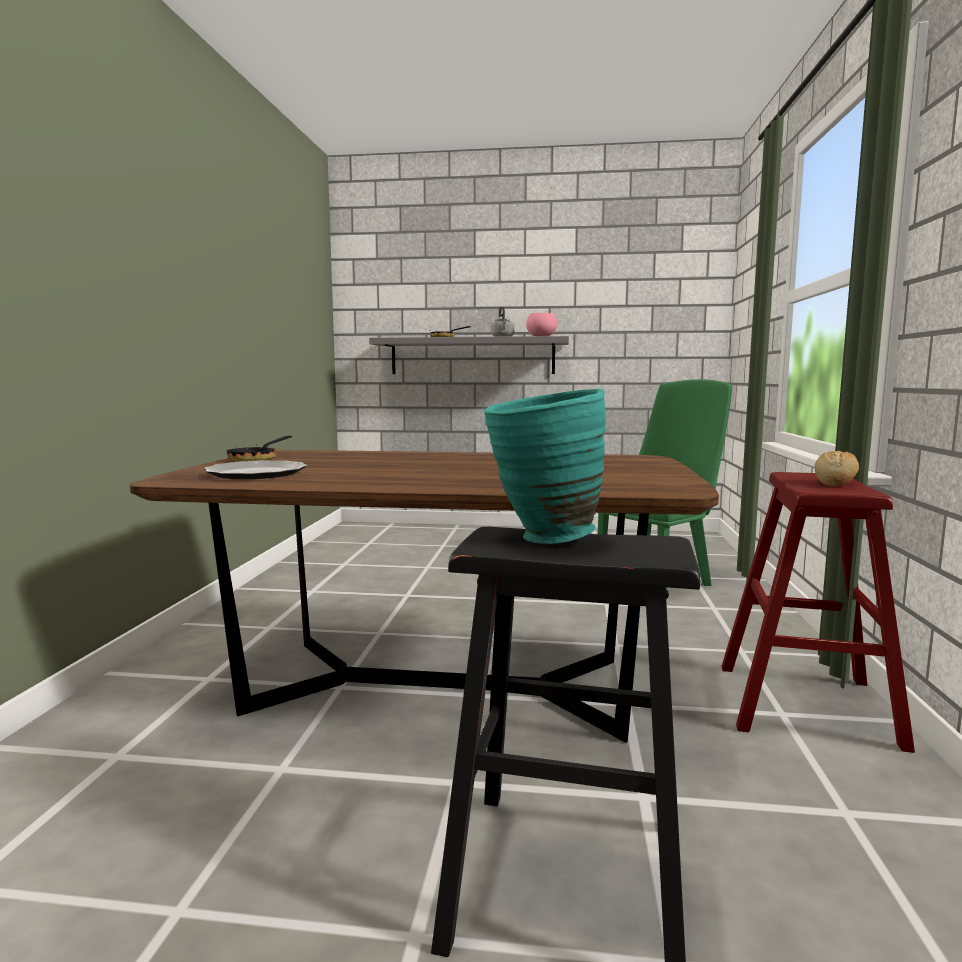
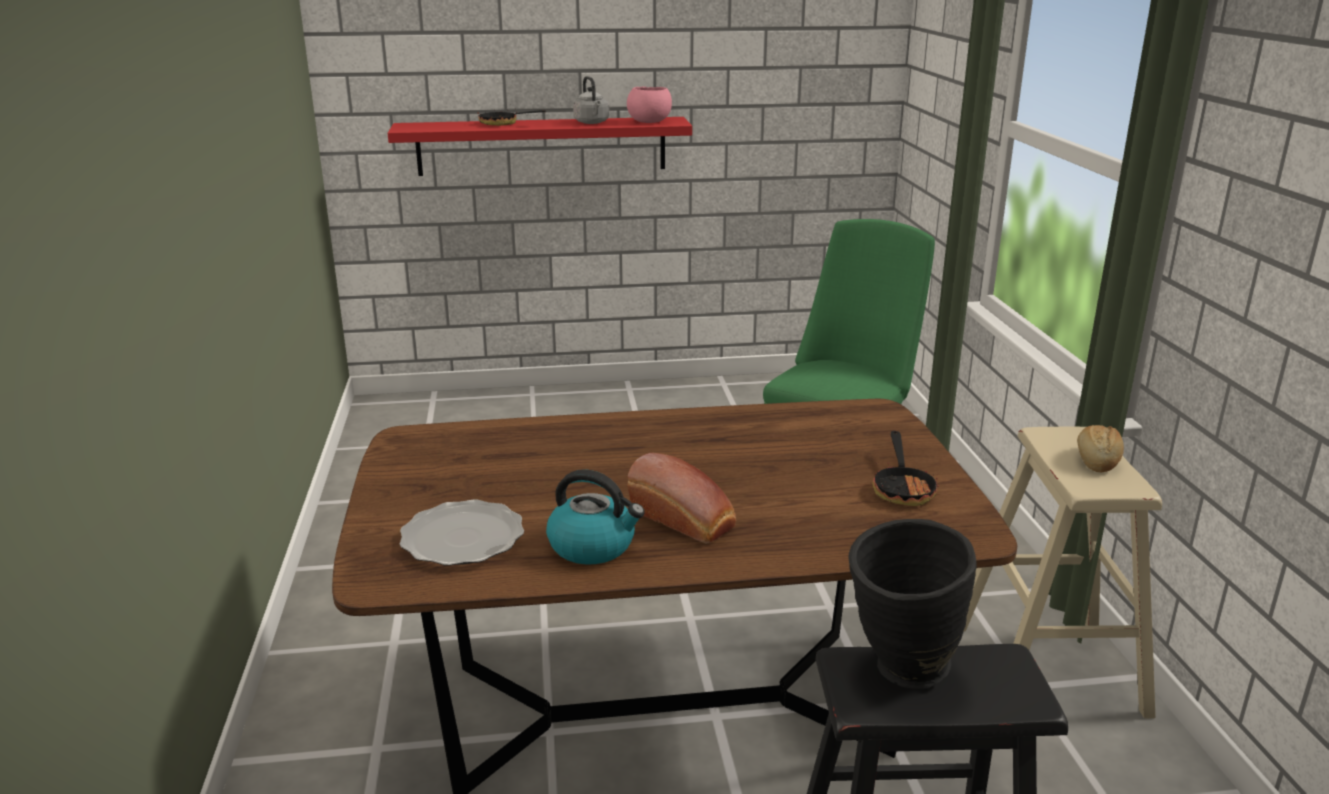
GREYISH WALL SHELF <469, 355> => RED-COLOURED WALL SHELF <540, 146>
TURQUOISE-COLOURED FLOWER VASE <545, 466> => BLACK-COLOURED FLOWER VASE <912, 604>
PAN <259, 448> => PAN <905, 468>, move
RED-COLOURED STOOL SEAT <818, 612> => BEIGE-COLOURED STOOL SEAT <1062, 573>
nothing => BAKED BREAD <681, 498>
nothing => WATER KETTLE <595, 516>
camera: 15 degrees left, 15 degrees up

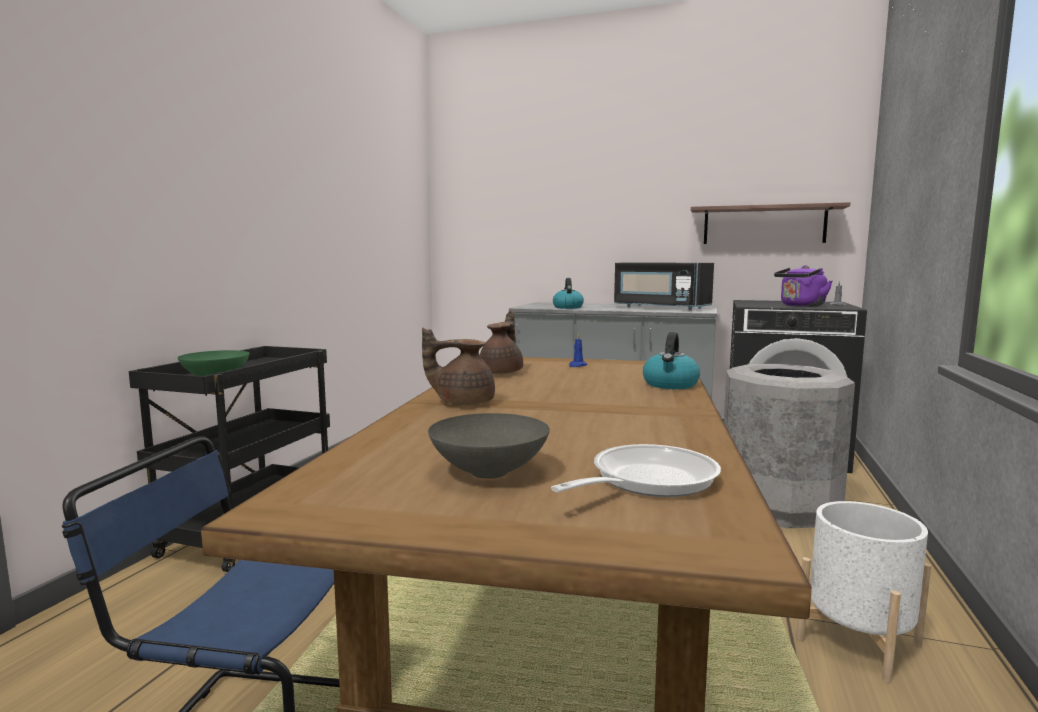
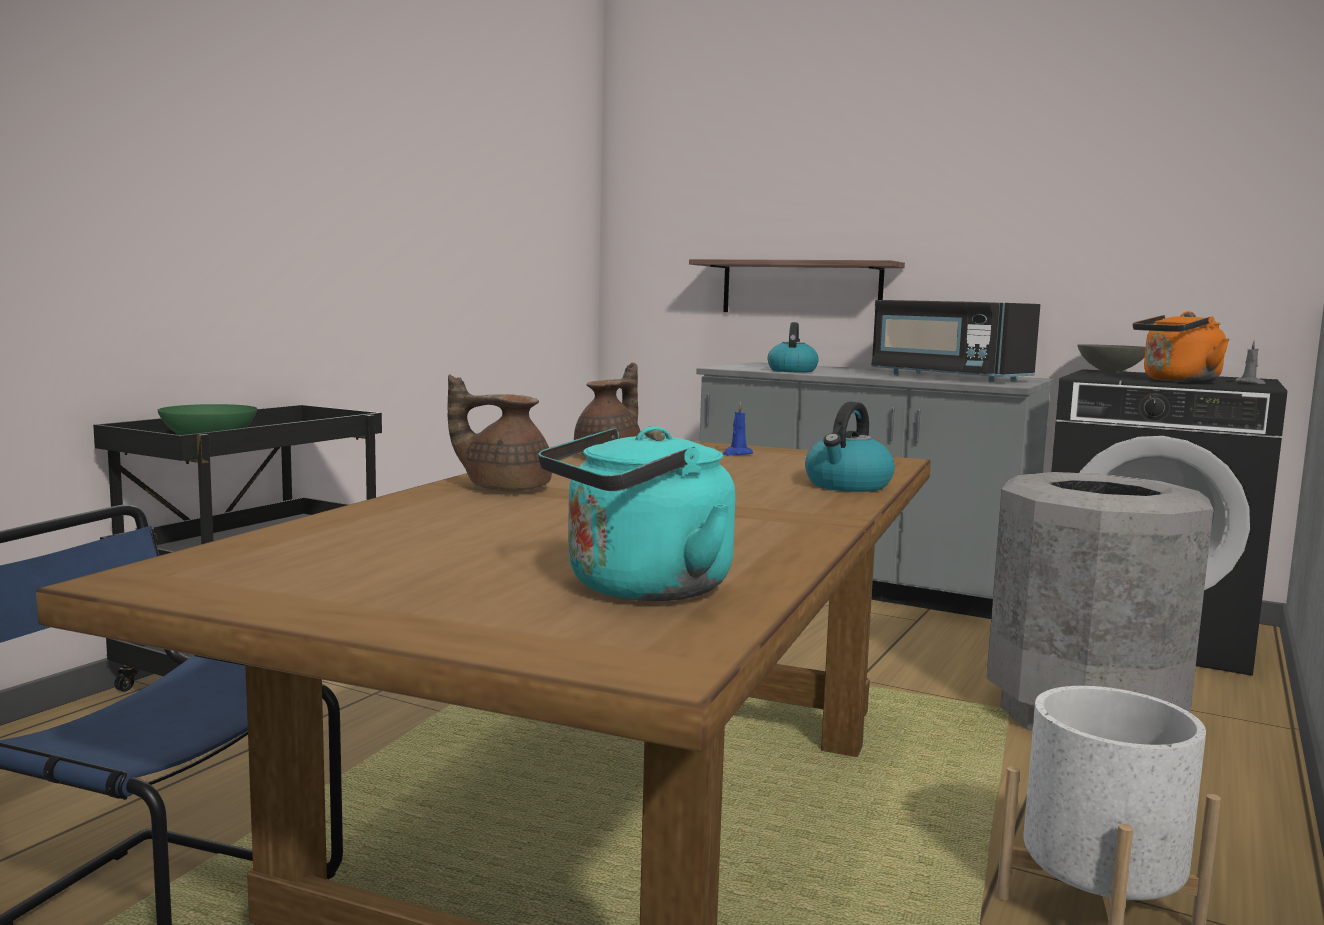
WALL SHELF <770, 223> => WALL SHELF <797, 285>, move
PURPLE-COLOURED WATER KETTLE <803, 286> => ORANGE-COLOURED WATER KETTLE <1181, 347>
GREYISH BOWL <489, 446> => GREYISH BOWL <1112, 358>, move
PAN <636, 470> => TURQUOISE-COLOURED WATER KETTLE <636, 513>
camera: 10 degrees right, 0 degrees up

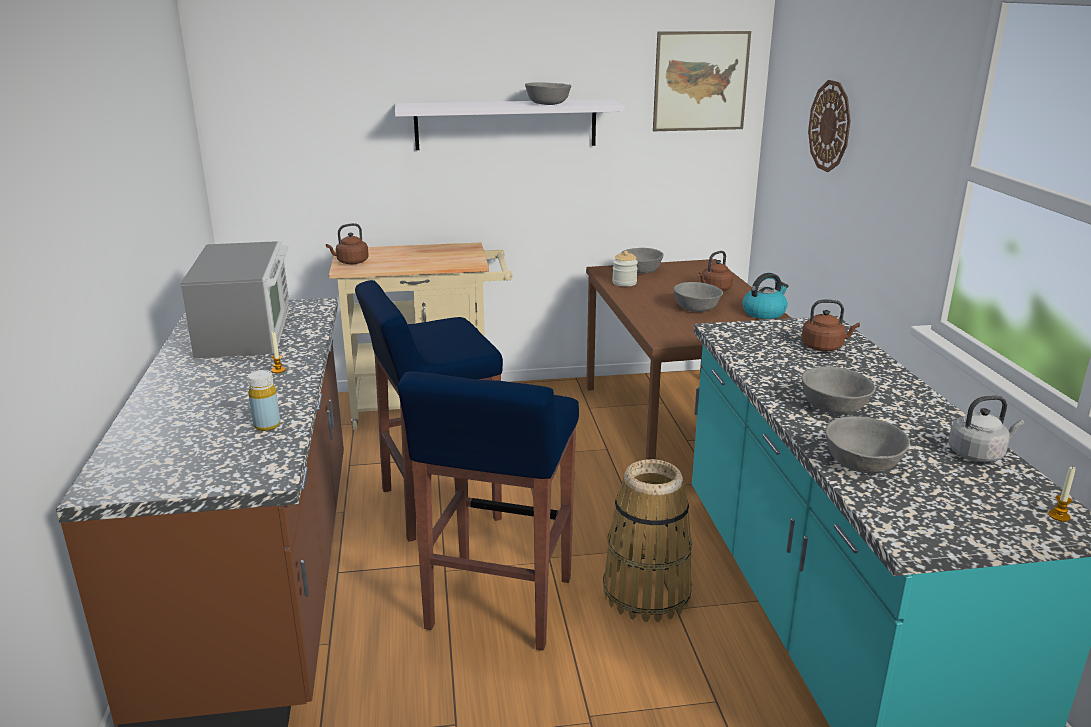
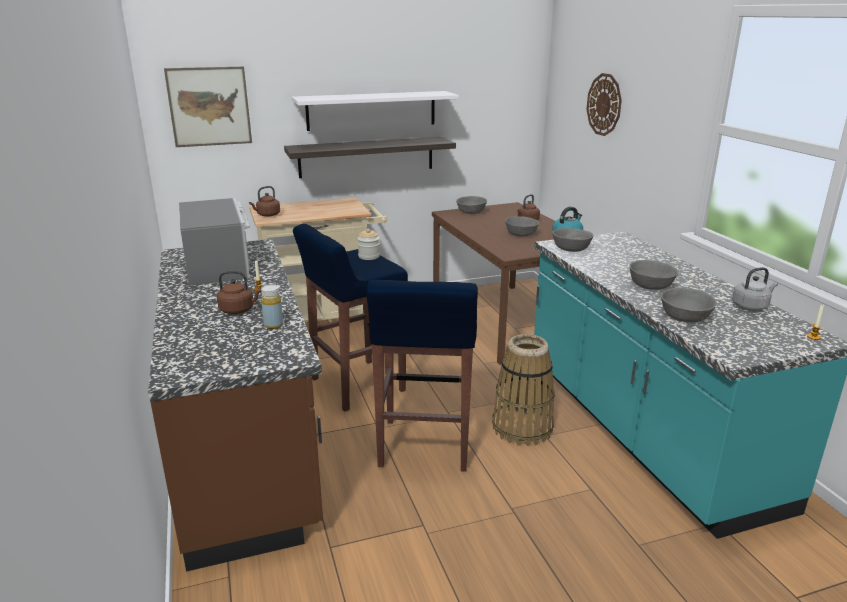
WALL PICTURE <702, 81> => WALL PICTURE <208, 107>, move
GREYISH BOWL <548, 93> => GREYISH BOWL <573, 240>, move
PRESERVE JAR <625, 269> => PRESERVE JAR <369, 244>, move
BROWNISH WATER KETTLE <830, 325> => BROWNISH WATER KETTLE <239, 292>, move
nothing => WALL SHELF <370, 157>
camera: 10 degrees left, 0 degrees up

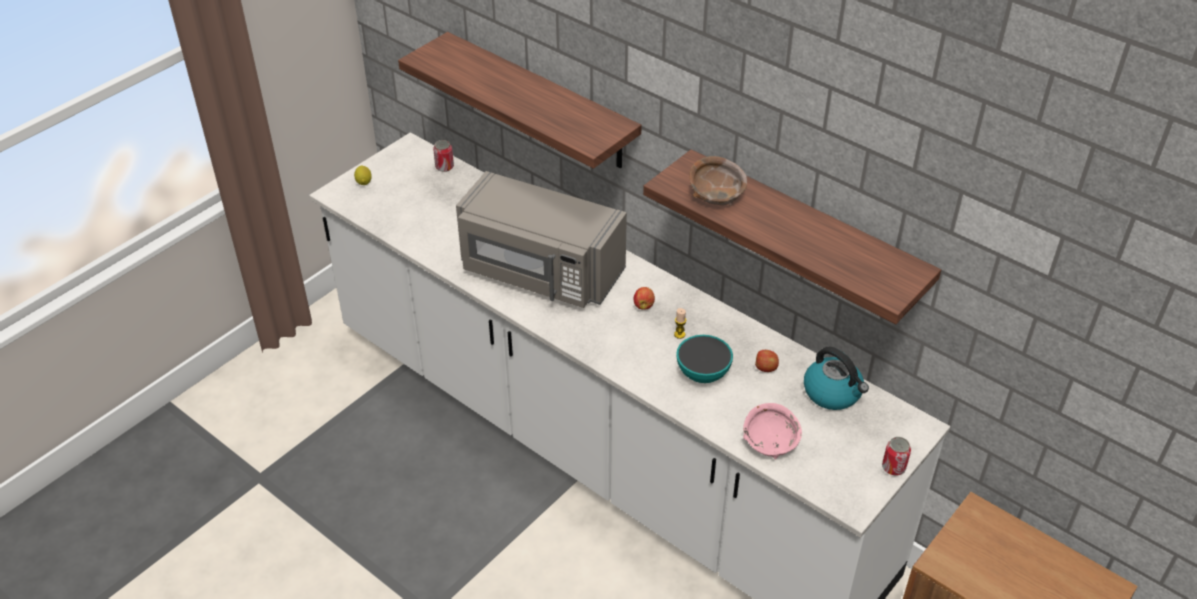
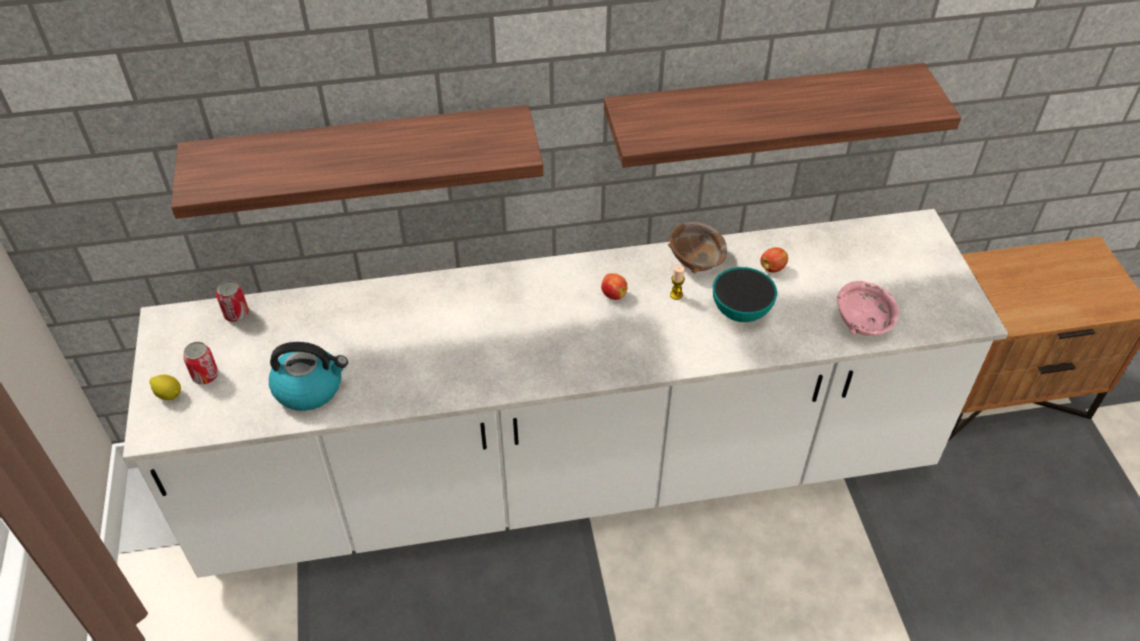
BROWNISH BOWL <718, 181> => BROWNISH BOWL <697, 247>, move
GREYISH MICROWAVE OVEN <541, 239> => nothing
WATER KETTLE <836, 378> => WATER KETTLE <308, 376>, move
METAL CAN <896, 456> => METAL CAN <200, 363>, move
camera: 50 degrees left, 5 degrees up

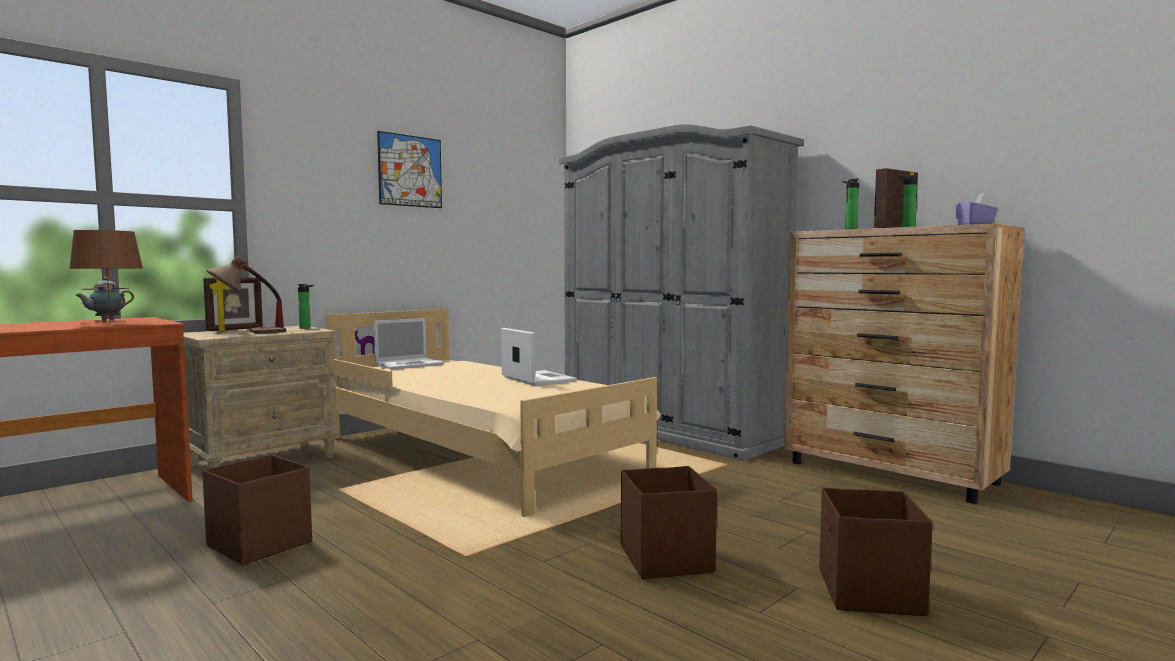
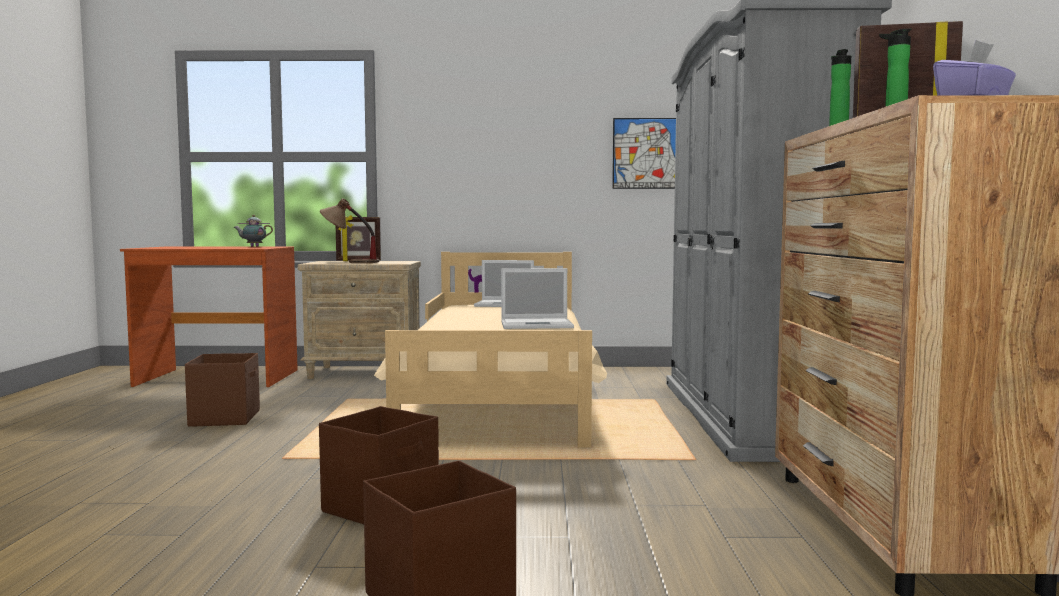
WALL PICTURE <409, 169> => WALL PICTURE <644, 153>, move
BROWNISH TABLE LAMP <106, 277> => nothing
DRINK BOTTLE <306, 306> => nothing
LAPTOP <539, 357> => LAPTOP <537, 298>, 75 degrees clockwise
camera: 45 degrees right, 0 degrees up

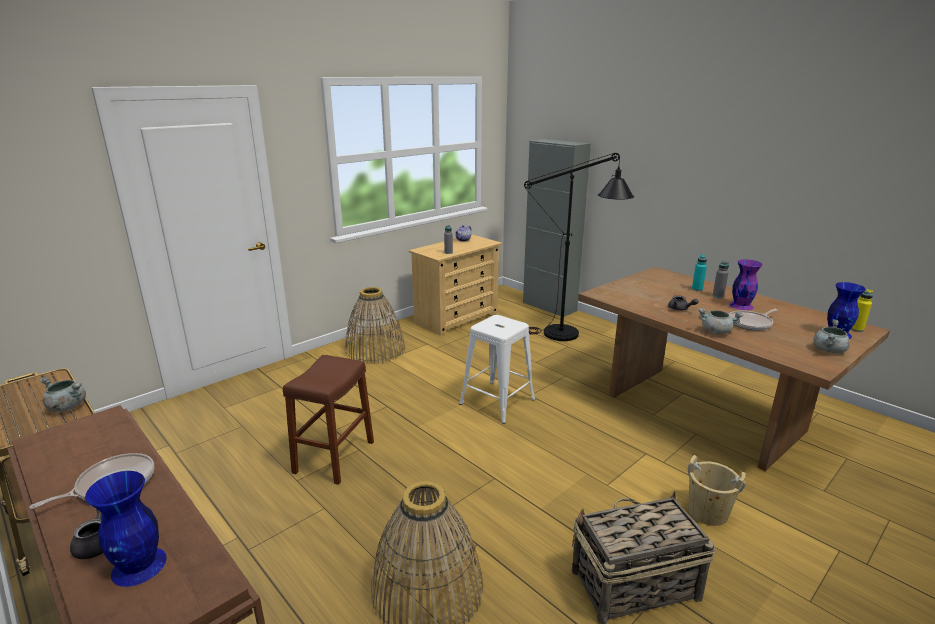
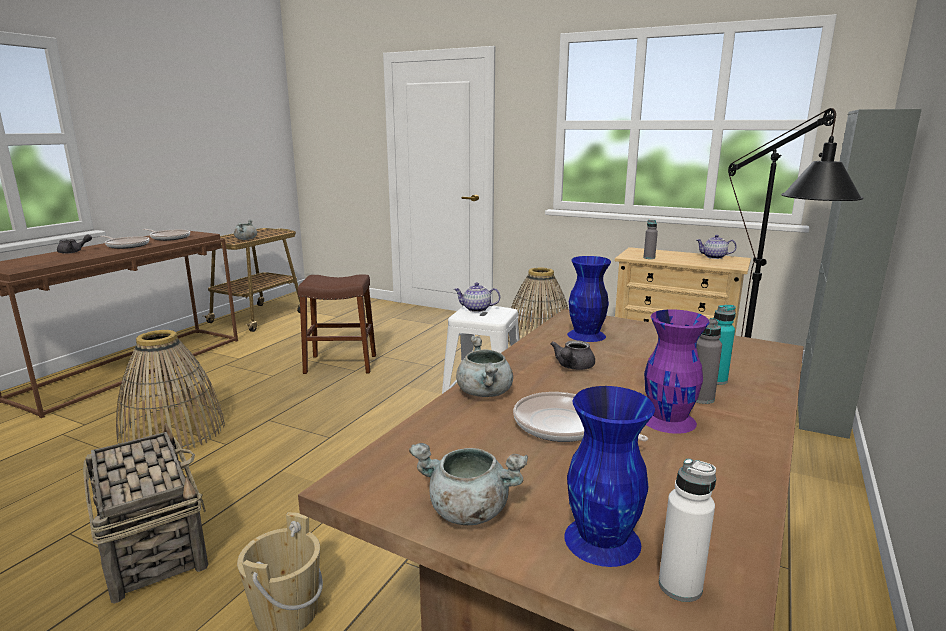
YELLOW DRINK BOTTLE <862, 310> => WHITISH DRINK BOTTLE <687, 530>
BLUE-COLOURED FLOWER VASE <125, 529> => BLUE-COLOURED FLOWER VASE <589, 299>, move
nothing => PAN <166, 235>
nothing => TEA POT <477, 297>
camera: 70 degrees right, 5 degrees down

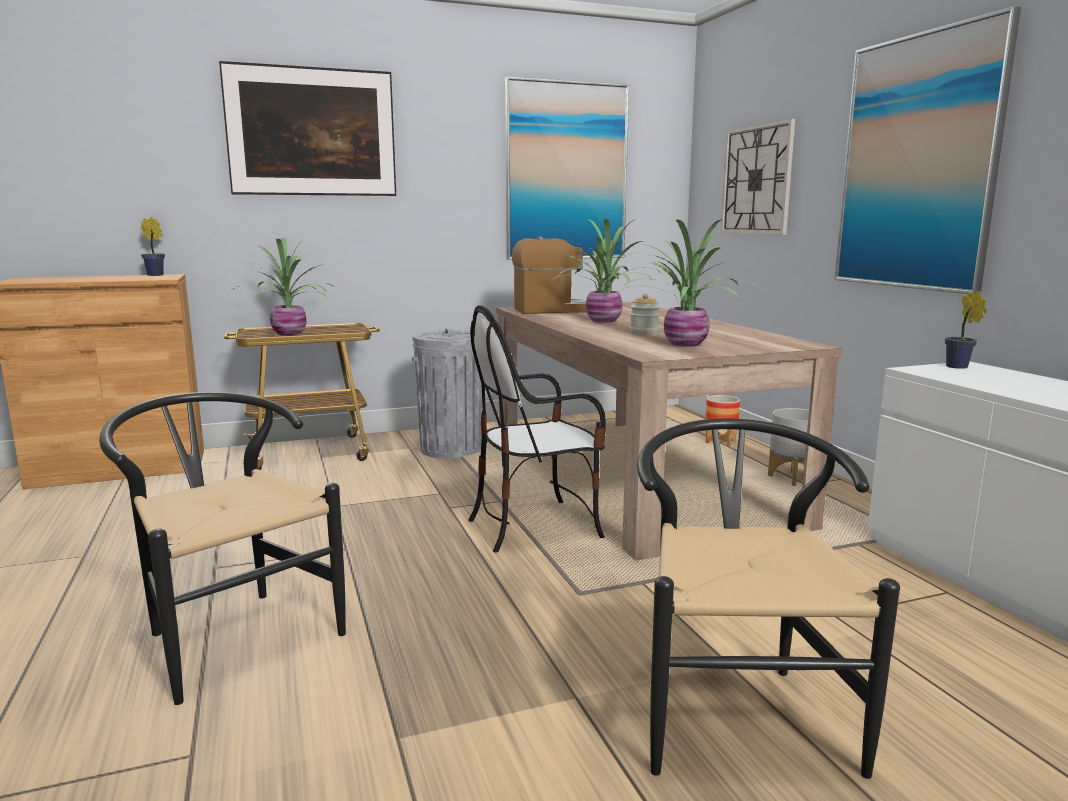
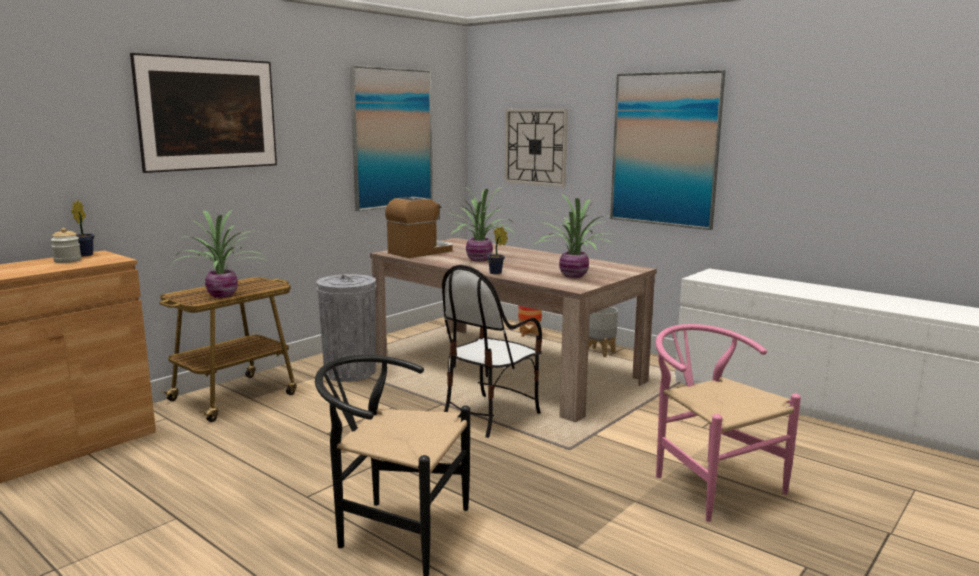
PLANT IN A POT <966, 330> => PLANT IN A POT <497, 250>, move
PRESERVE JAR <645, 313> => PRESERVE JAR <66, 245>, move
BLACK-COLOURED CHAIR <768, 599> => PINKISH CHAIR <728, 423>
camera: 30 degrees left, 0 degrees up

